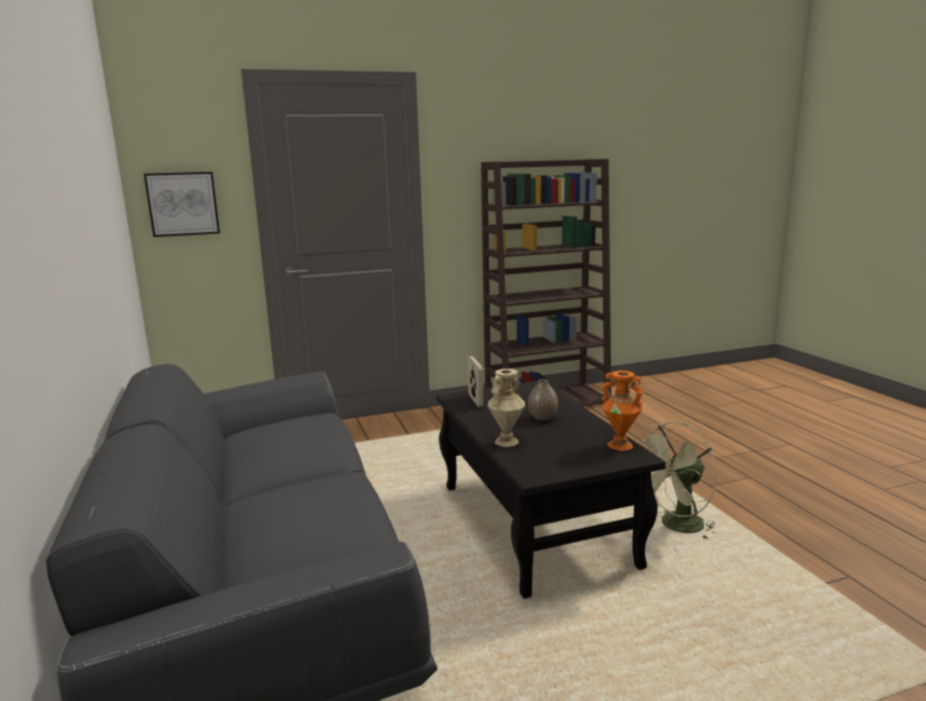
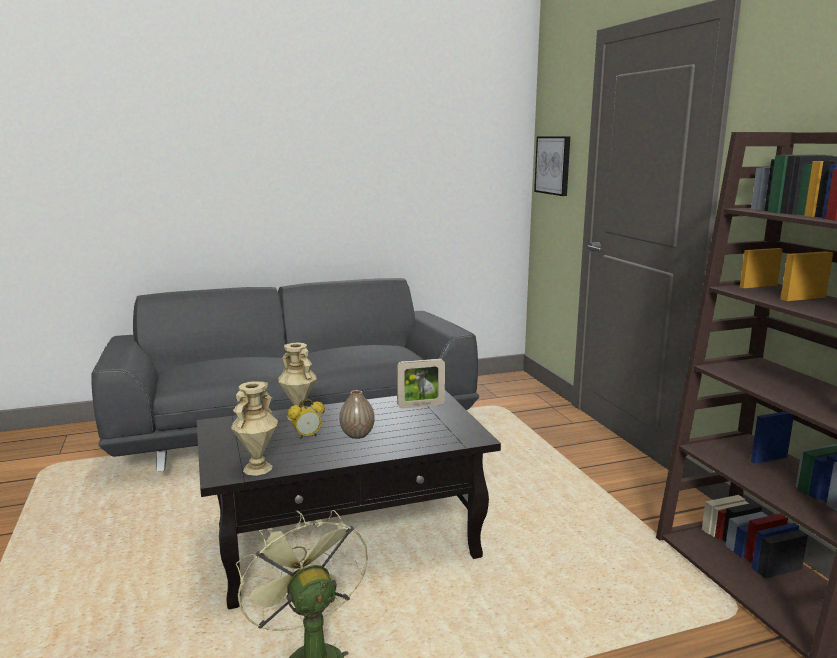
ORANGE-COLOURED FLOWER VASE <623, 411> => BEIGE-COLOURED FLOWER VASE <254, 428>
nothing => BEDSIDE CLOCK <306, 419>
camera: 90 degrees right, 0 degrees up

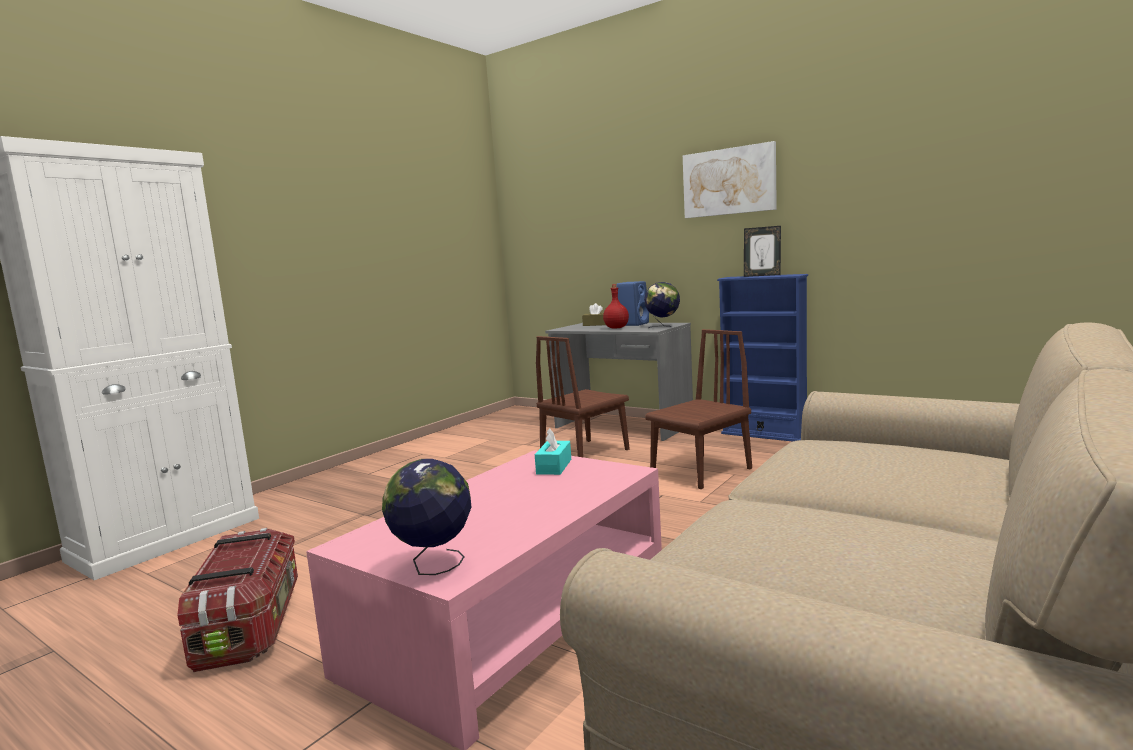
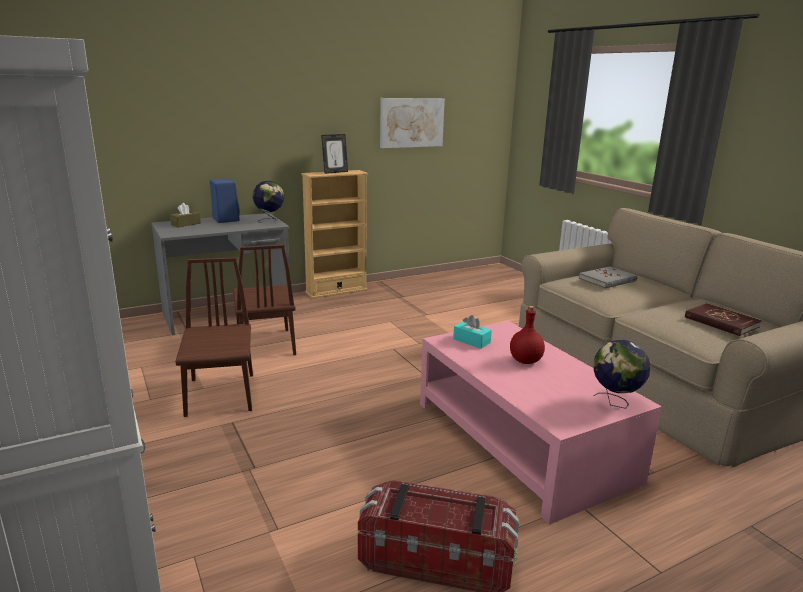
WALL PICTURE <730, 179> => WALL PICTURE <412, 123>, move
BLUE-COLOURED BOOKCASE <762, 358> => BEIGE-COLOURED BOOKCASE <334, 234>
RED-COLOURED DRINK BOTTLE <616, 306> => RED-COLOURED DRINK BOTTLE <527, 335>, move
BROWNISH CHAIR <698, 409> => BROWNISH CHAIR <214, 337>, move
nothing => GREYISH BOUND BOOK <608, 278>
nothing => RED-COLOURED BOUND BOOK <723, 319>
camera: 65 degrees left, 10 degrees up

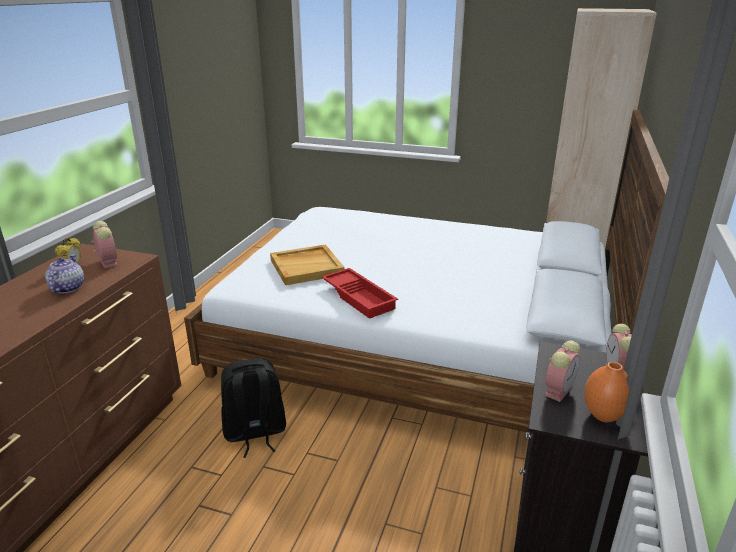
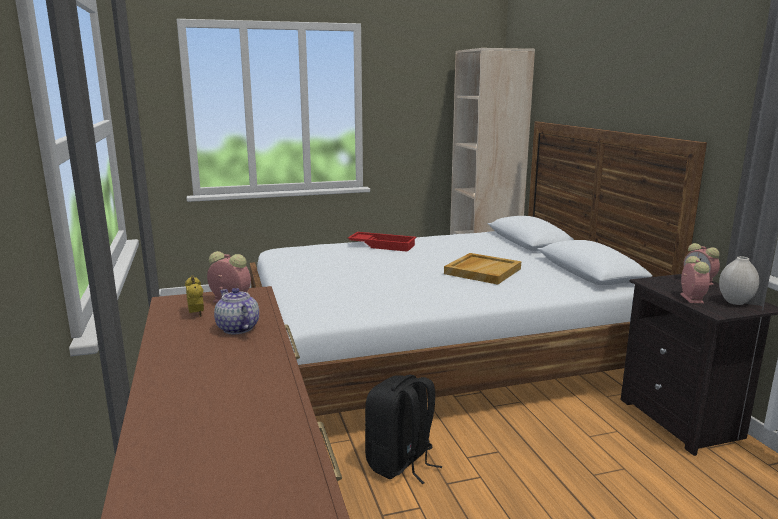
BEIGE-COLOURED CARRYING TRAY <307, 264> => BEIGE-COLOURED CARRYING TRAY <482, 269>, move
RED-COLOURED CARRYING TRAY <360, 293> => RED-COLOURED CARRYING TRAY <382, 242>, move
ORANGE-COLOURED FLOWER VASE <606, 392> => WHITISH FLOWER VASE <739, 280>
camera: 35 degrees left, 10 degrees down

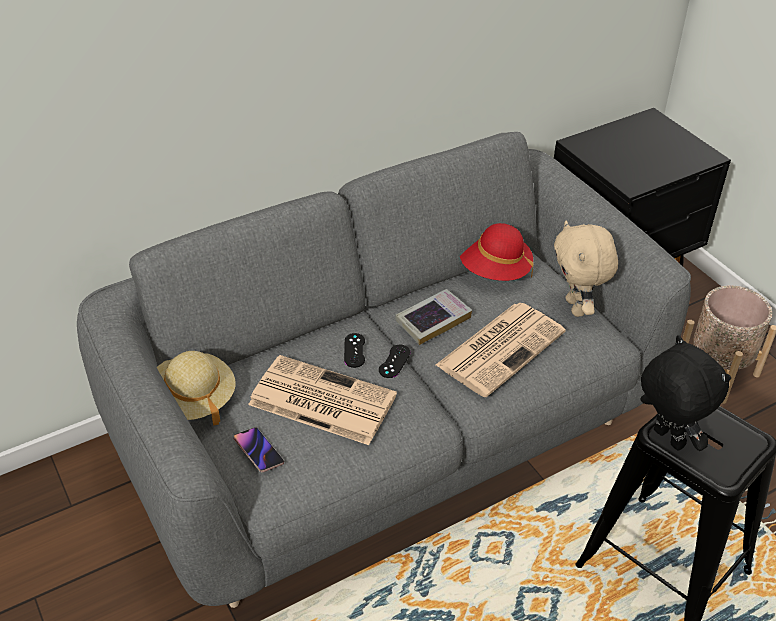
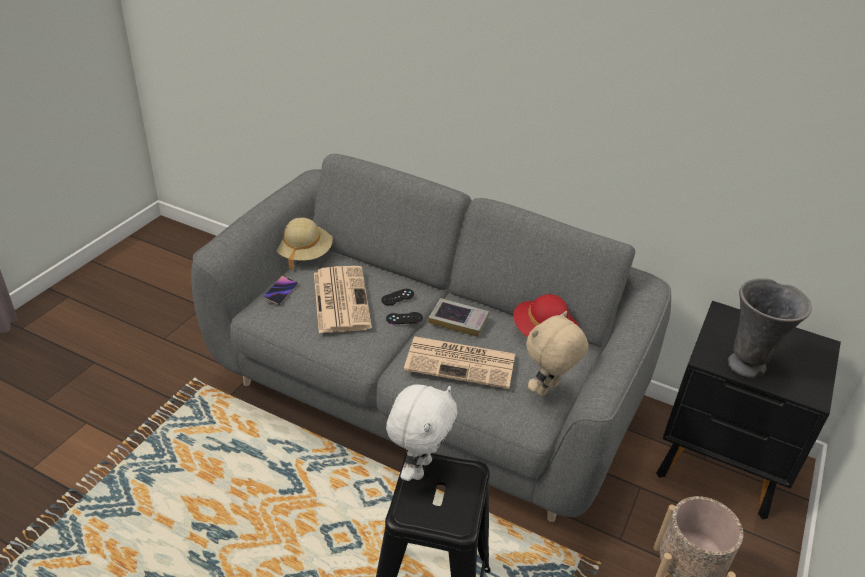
BLACK-COLOURED CUDDLY TOY <685, 393> => WHITISH CUDDLY TOY <421, 432>
nothing => GREYISH FLOWER VASE <770, 328>
camera: 55 degrees right, 5 degrees down

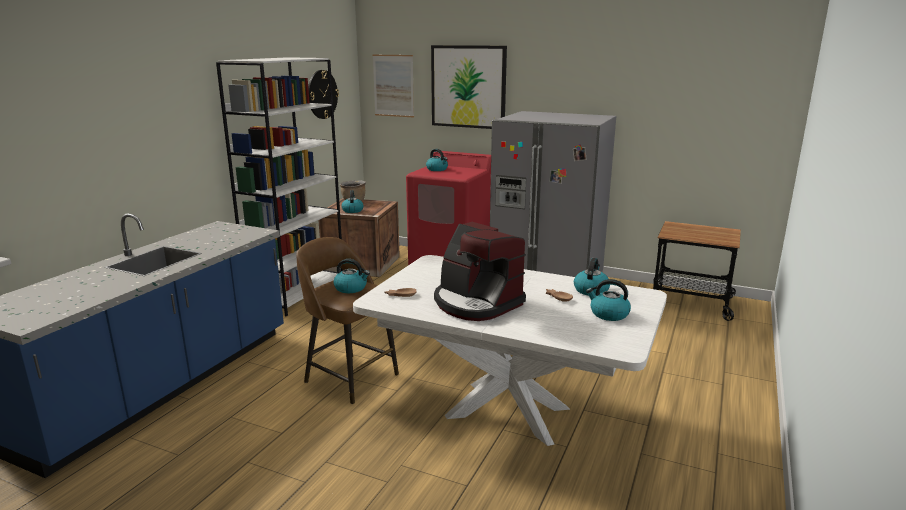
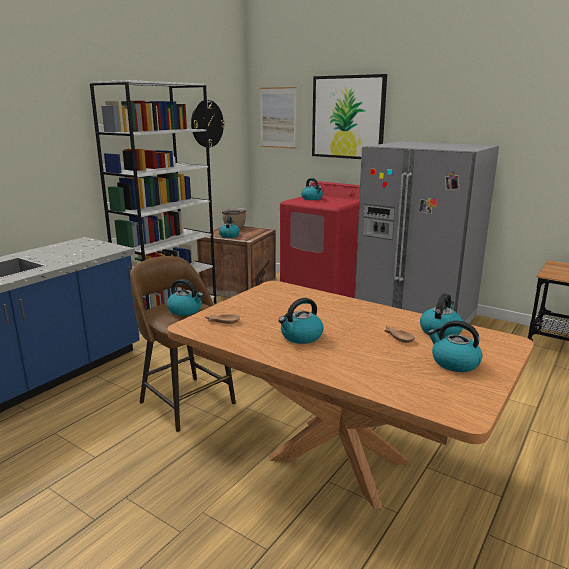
COFFEE MACHINE <480, 271> => WATER KETTLE <301, 321>
WHITISH KITCHEN TABLE <510, 350> => BROWNISH KITCHEN TABLE <350, 395>
camera: 10 degrees right, 0 degrees up

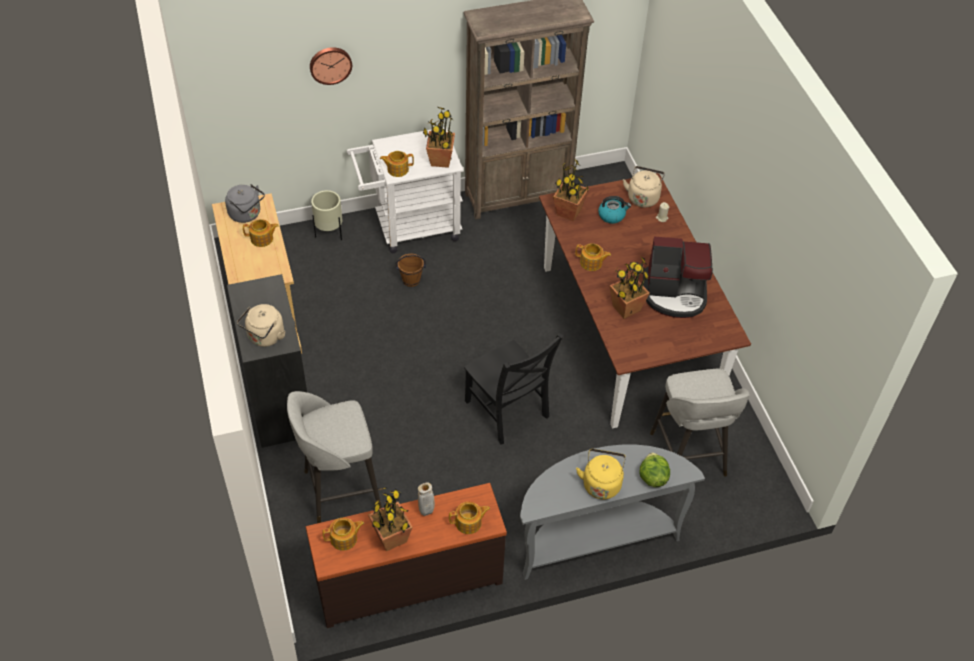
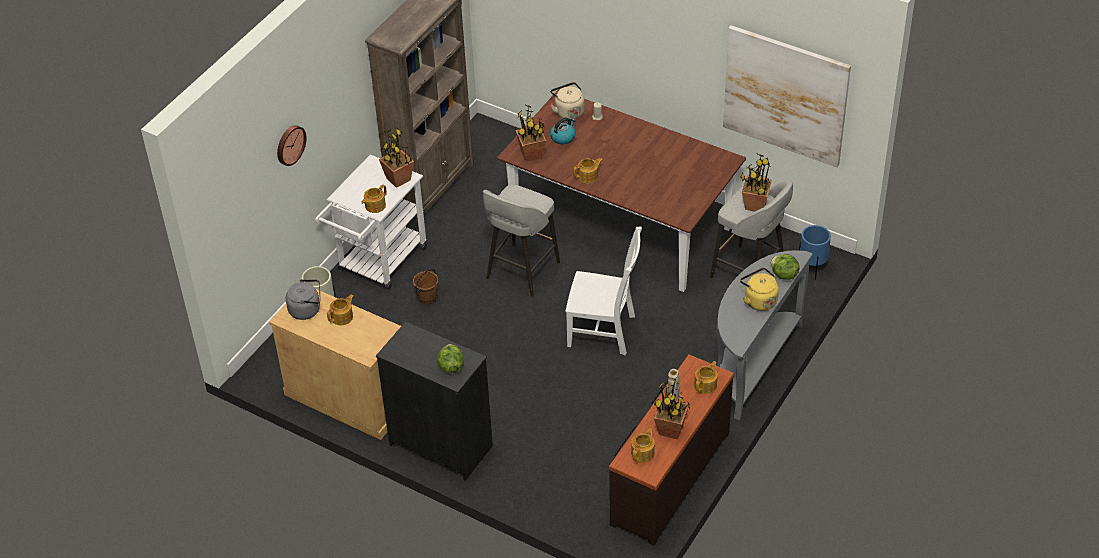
COFFEE MACHINE <678, 277> => nothing
PLANT IN A POT <629, 288> => PLANT IN A POT <756, 182>, move
BEIGE-COLOURED WATER KETTLE <261, 325> => HEAD OF LETTUCE <450, 358>
BLACK-COLOURED CHAIR <514, 389> => WHITISH CHAIR <603, 291>
GREYISH STOOL SEAT <334, 457> => GREYISH STOOL SEAT <521, 240>, move
nothing => WALL PICTURE <787, 96>
nothing => BLUE-COLOURED FLOWER POT <815, 252>
camera: 40 degrees left, 5 degrees down

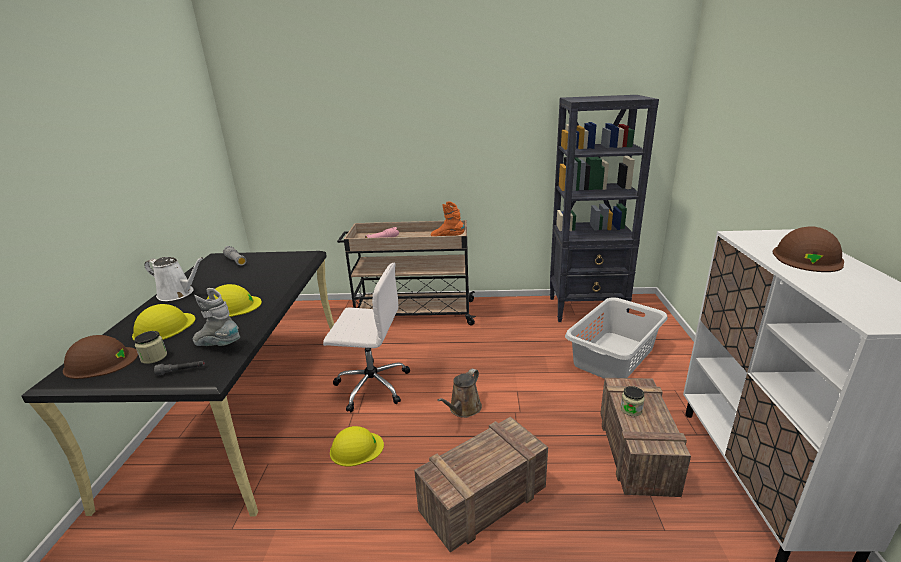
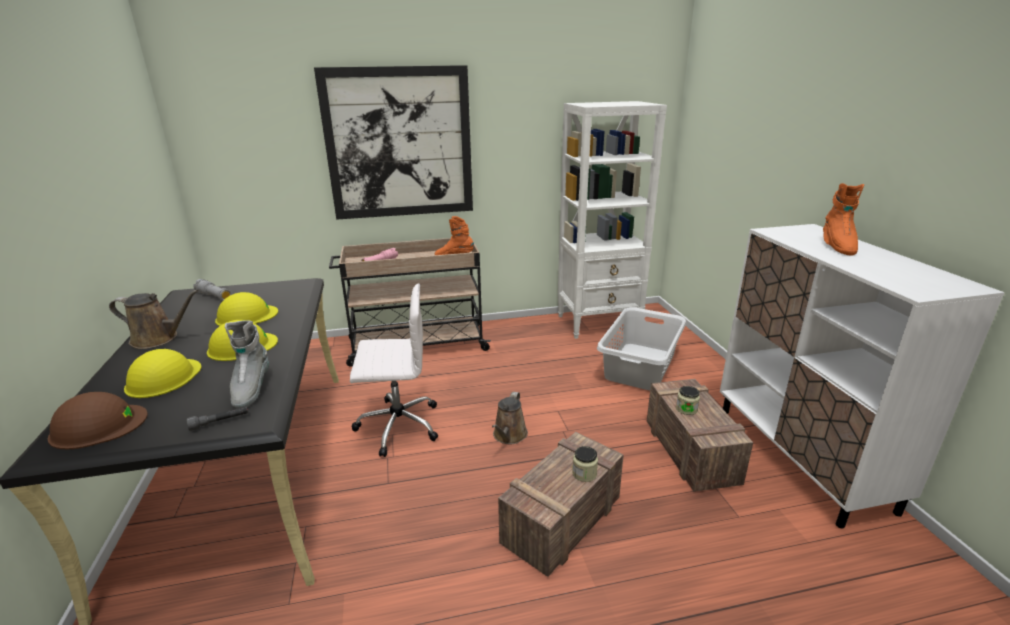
BLACK-COLOURED BOOKCASE <604, 208> => WHITISH BOOKCASE <612, 220>
BROWNISH HARD HAT <808, 249> => ORANGE-COLOURED HIGH-TOP BOOT <843, 219>
WHITISH WATERING POT <173, 279> => BROWNISH WATERING POT <154, 319>
GREYISH HIGH-TOP BOOT <216, 317> => GREYISH HIGH-TOP BOOT <247, 364>, 105 degrees counterclockwise
PRESERVE JAR <150, 347> => PRESERVE JAR <585, 464>, move
YELLOW HARD HAT <357, 446> => YELLOW HARD HAT <246, 309>, move
nothing => WALL PICTURE <393, 142>
camera: 15 degrees left, 0 degrees up

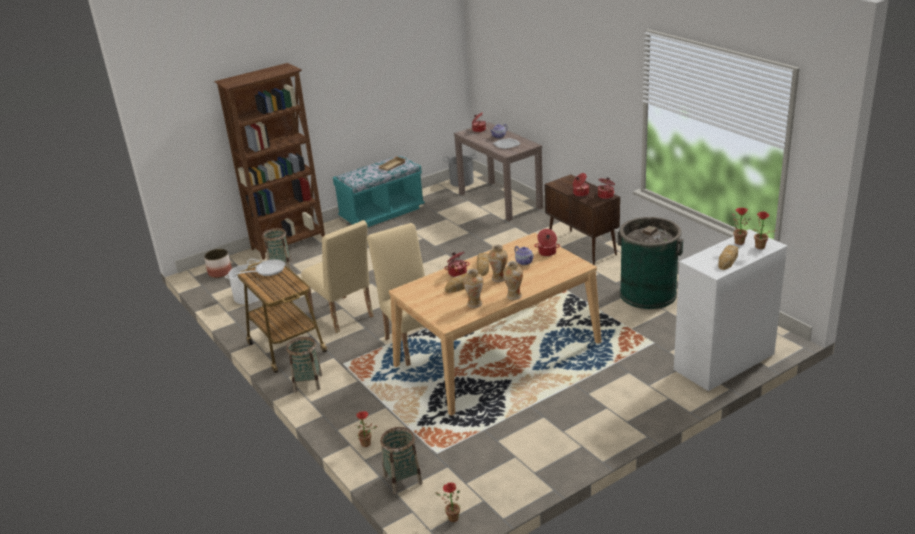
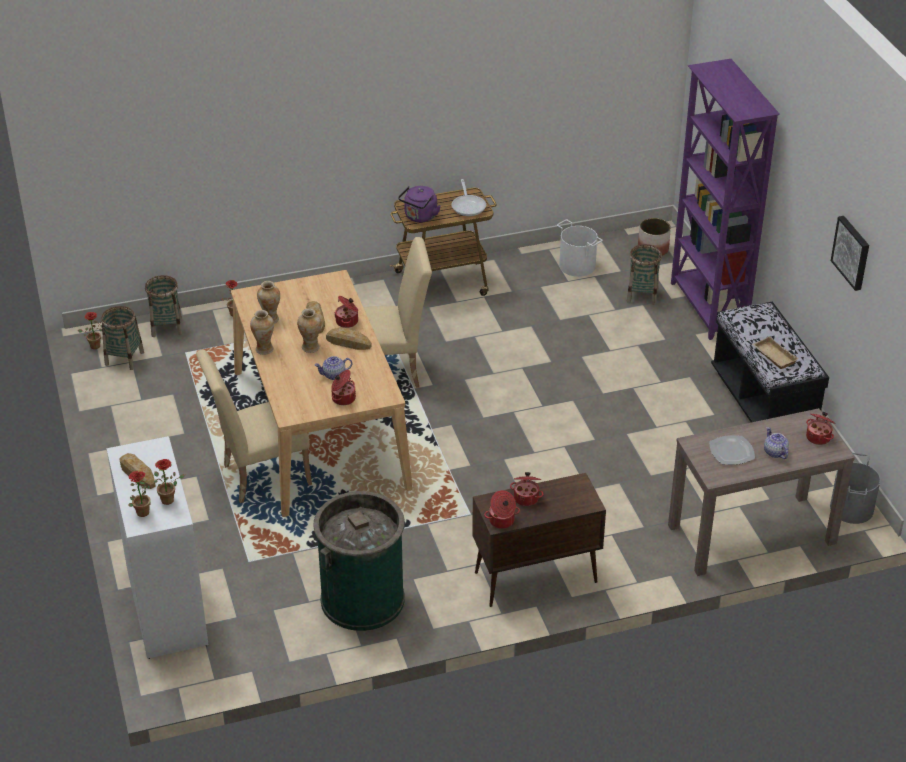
BROWNISH BOOKCASE <269, 161> => PURPLE-COLOURED BOOKCASE <725, 199>
TURQUOISE-COLOURED BENCH <379, 191> => BLACK-COLOURED BENCH <770, 362>
BEIGE-COLOURED CHAIR <337, 276> => BEIGE-COLOURED CHAIR <254, 426>, move
STORAGE BASKET <304, 364> => STORAGE BASKET <122, 338>, move
nothing => PURPLE-COLOURED WATER KETTLE <419, 204>
nothing => WALL PICTURE <850, 253>
camera: 105 degrees right, 10 degrees up

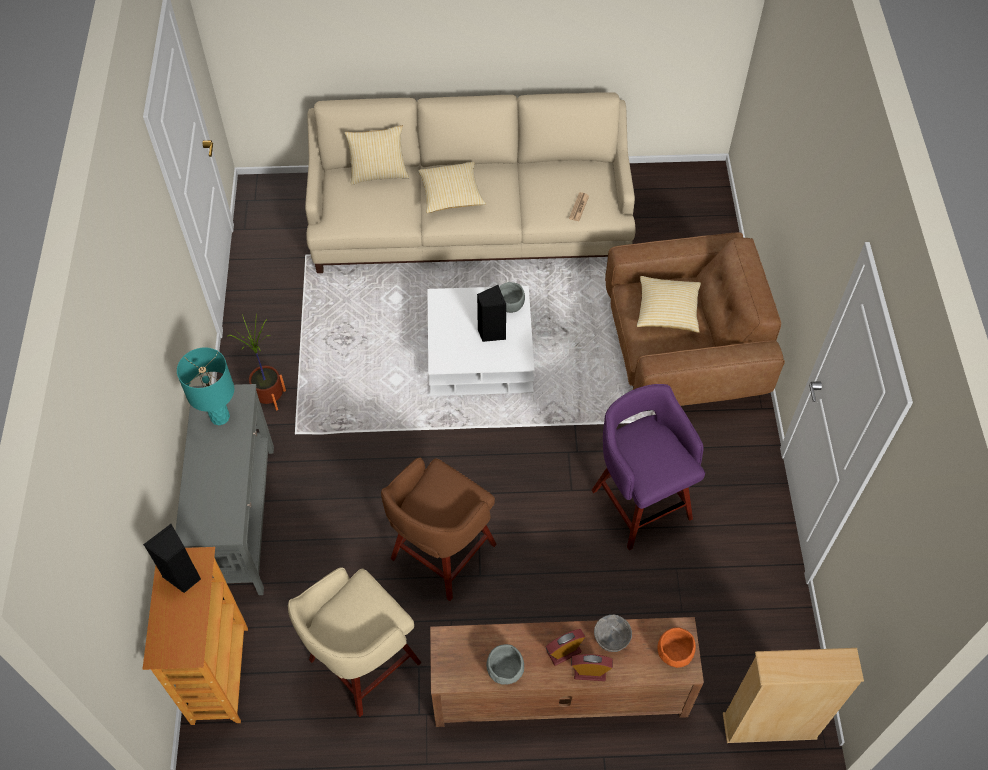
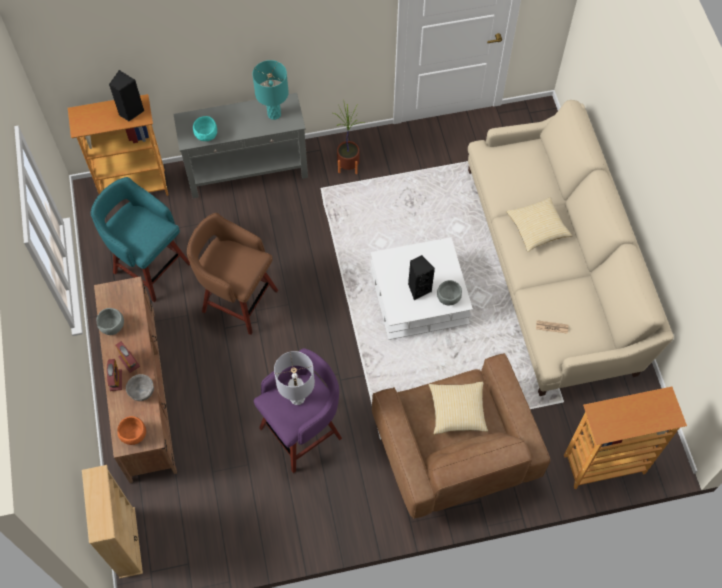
THROW PILLOW <376, 155> => nothing
BEIGE-COLOURED STOOL SEAT <355, 642> => TURQUOISE-COLOURED STOOL SEAT <140, 239>
nothing => TURQUOISE-COLOURED BOWL <205, 128>
nothing => GREYISH TABLE LAMP <294, 378>
nothing => BOOKCASE <625, 437>
camera: 80 degrees right, 5 degrees up

